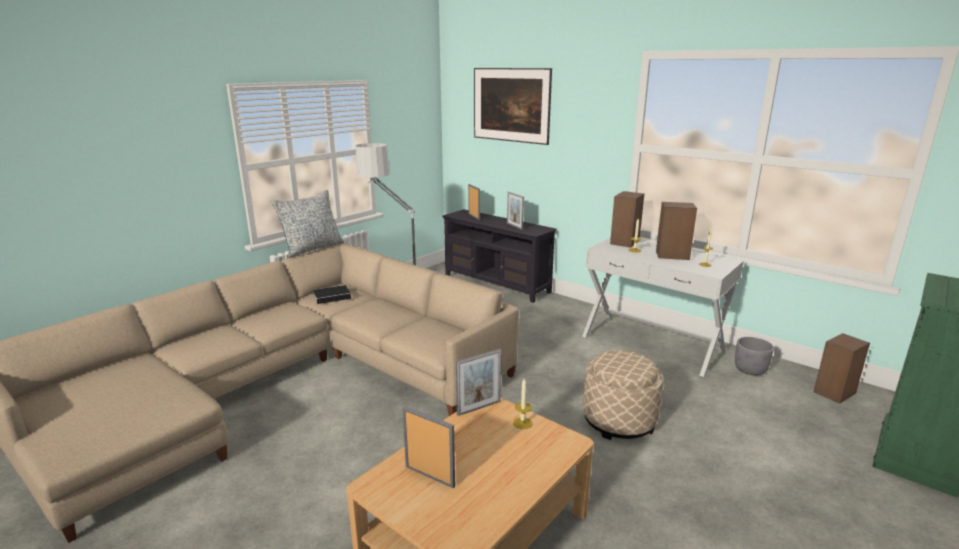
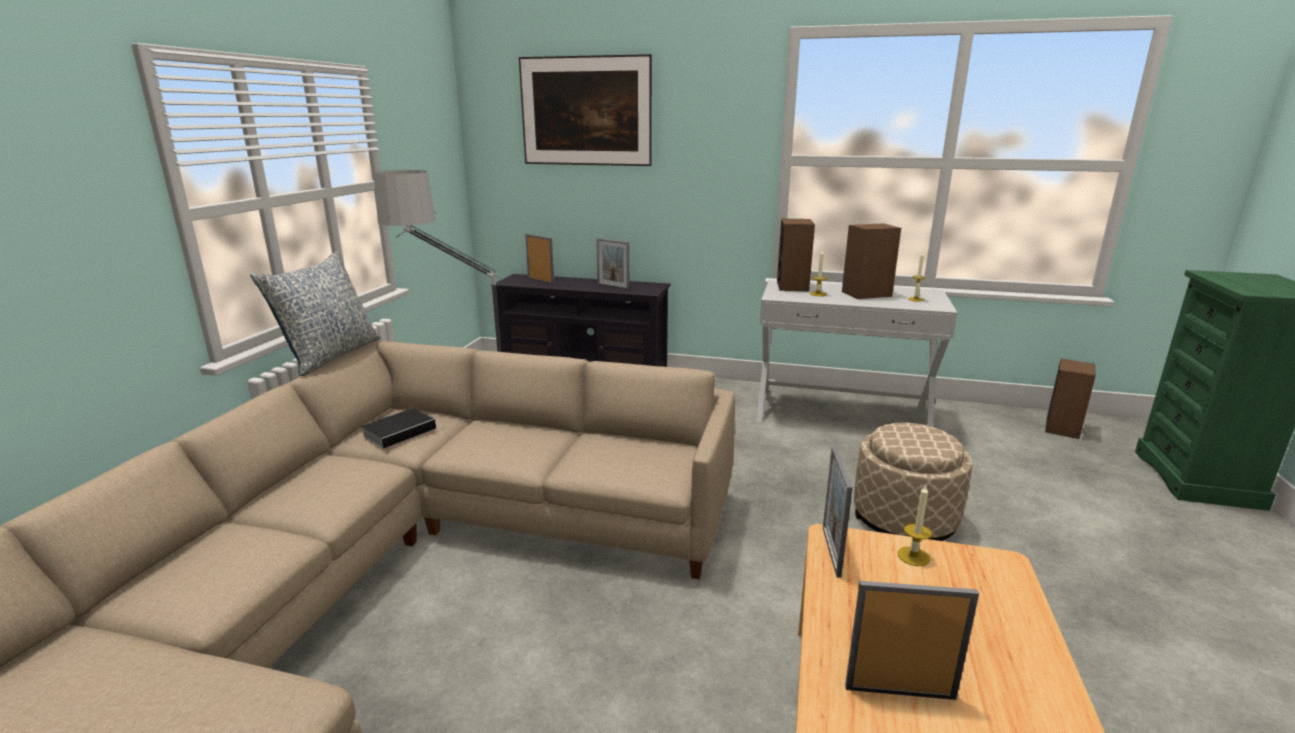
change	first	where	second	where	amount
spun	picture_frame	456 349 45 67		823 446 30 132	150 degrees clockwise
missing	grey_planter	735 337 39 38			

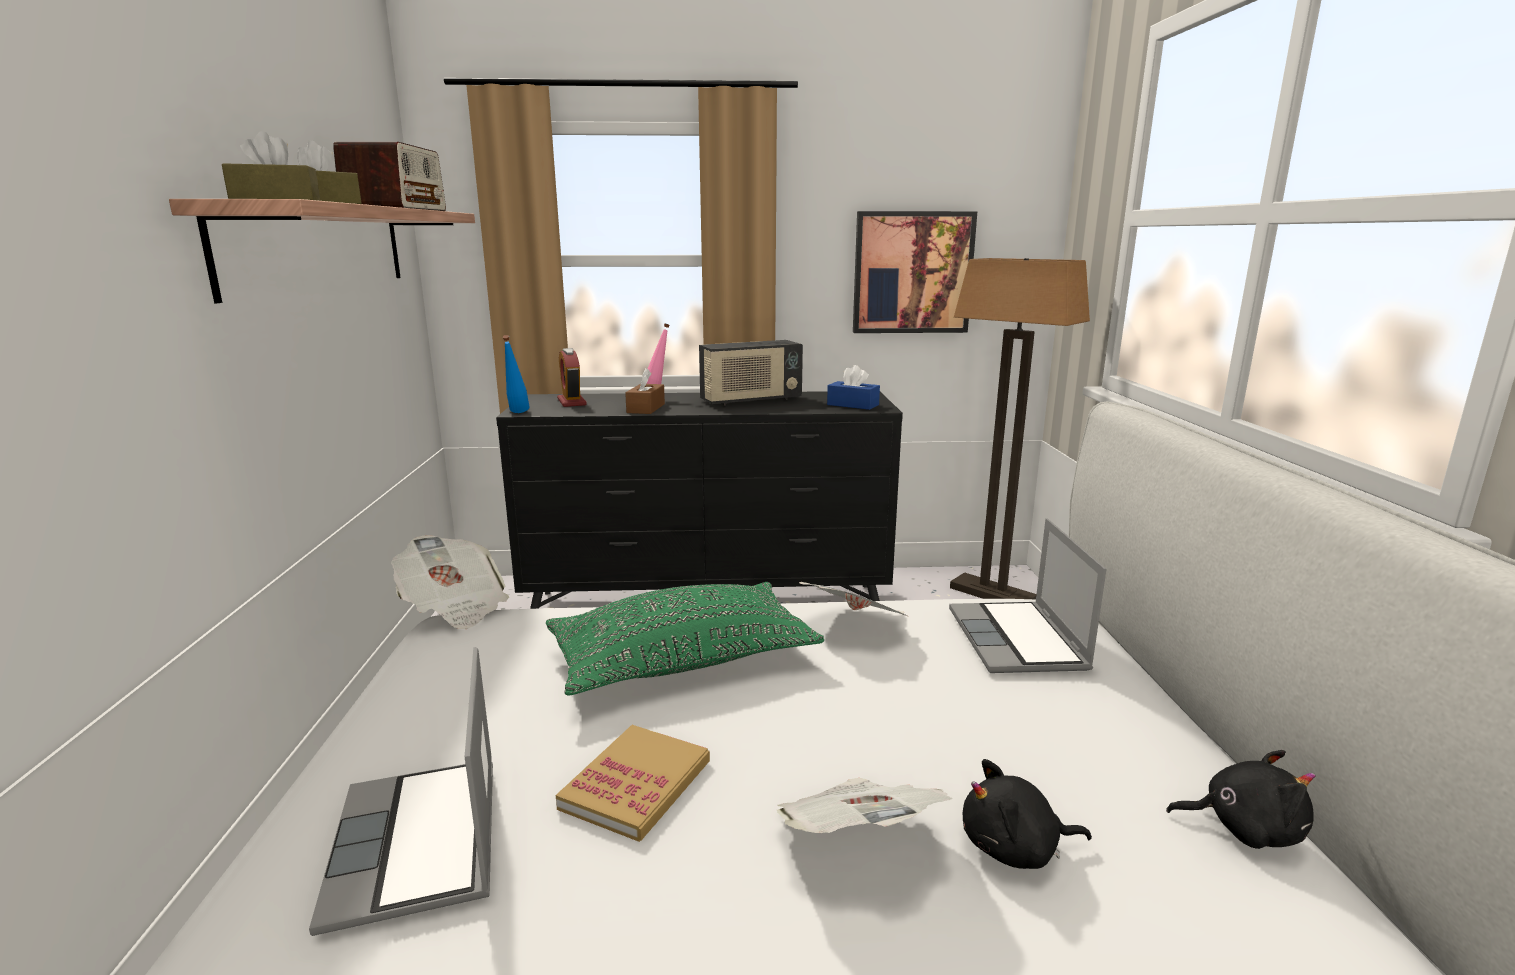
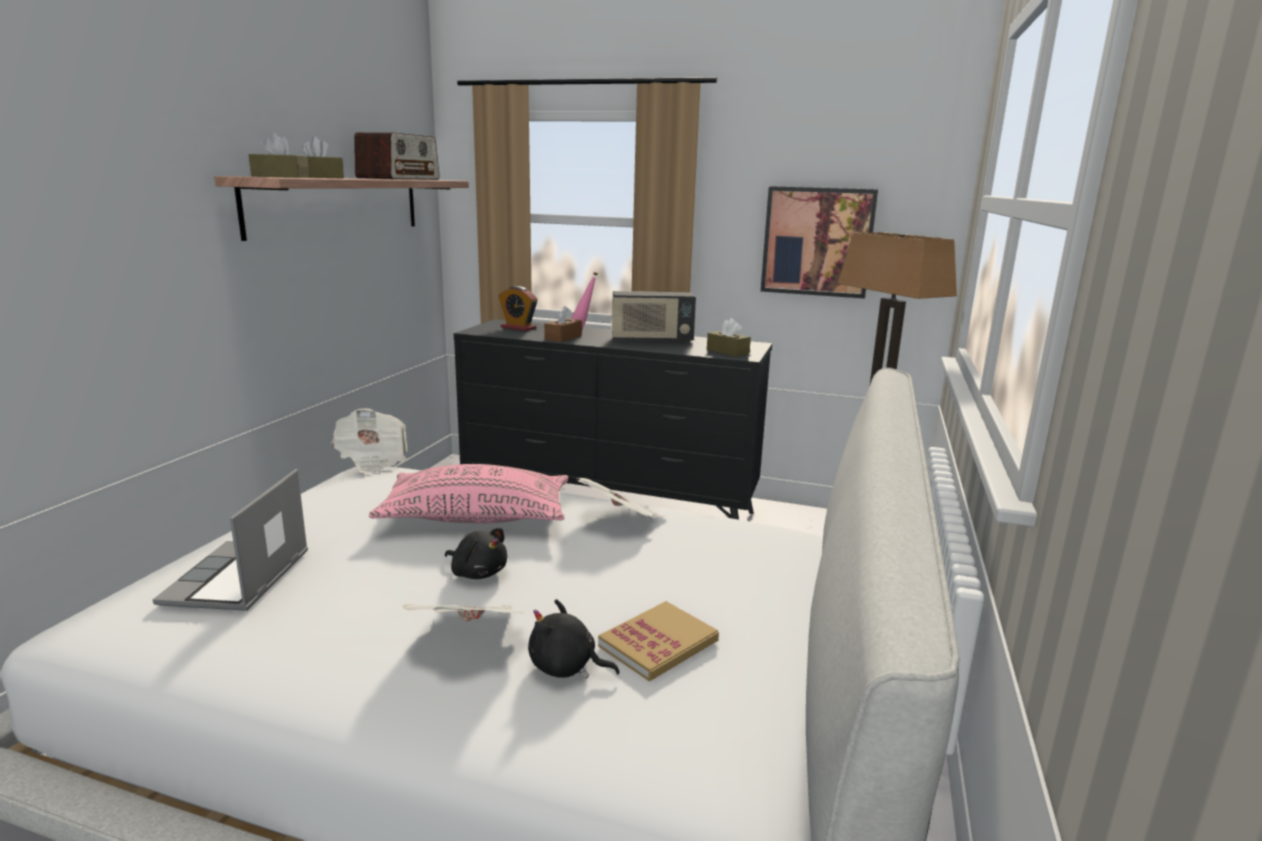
change	first	where	second	where	amount
missing	blue_bottle	503 335 26 78			
colour	green_pillow	546 582 278 114	pink_pillow	369 464 200 59	
relocated	book	556 725 154 117		598 601 121 81	
spun	alarm_clock	557 348 30 59		499 286 39 45	60 degrees counterclockwise
colour	blue_tissue_box	827 365 53 45	brown_tissue_box	707 318 44 39	
missing	laptop	949 518 158 155			
relocated	black_plush_toy	1166 750 149 99		445 528 62 51	

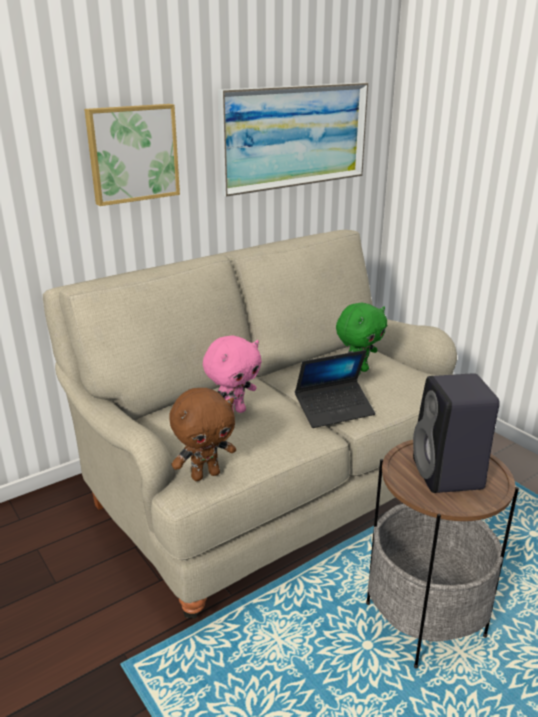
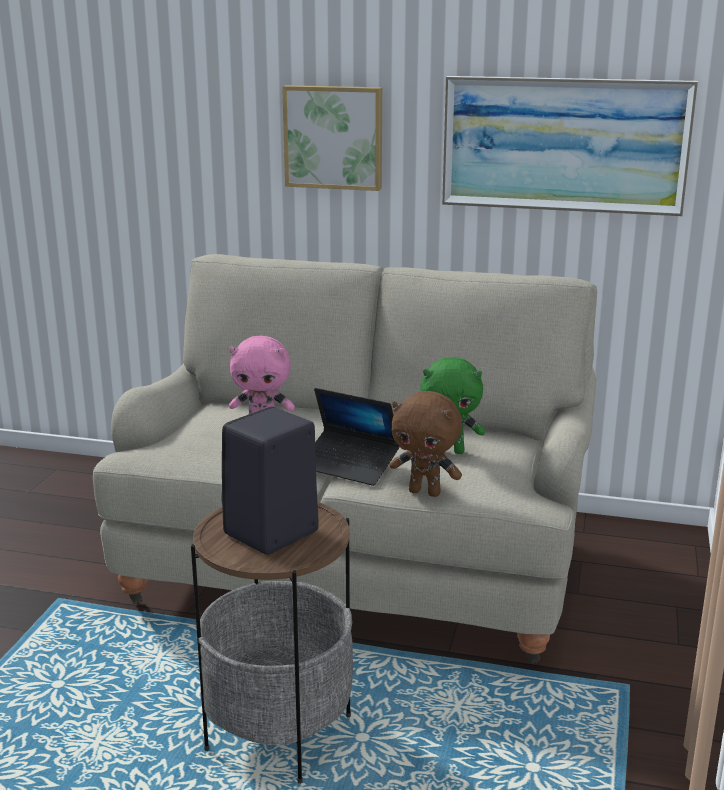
change	first	where	second	where	amount
relocated	brown_plush_toy	169 388 67 93		390 391 72 106	

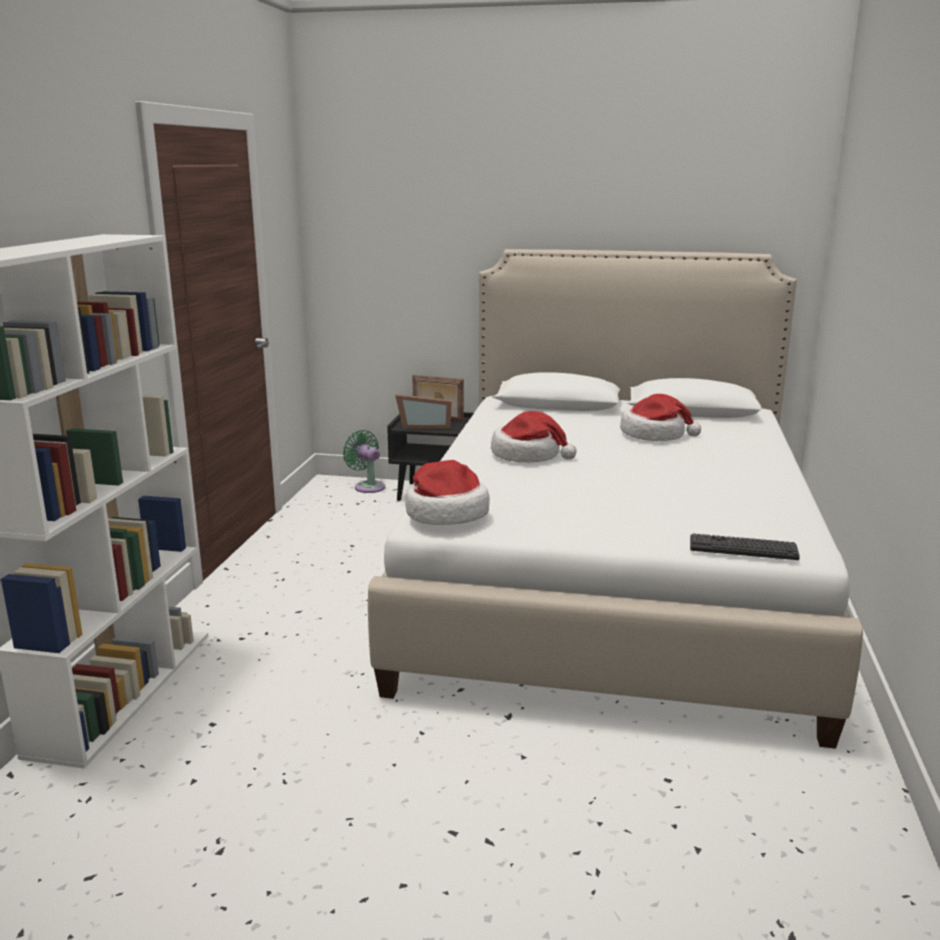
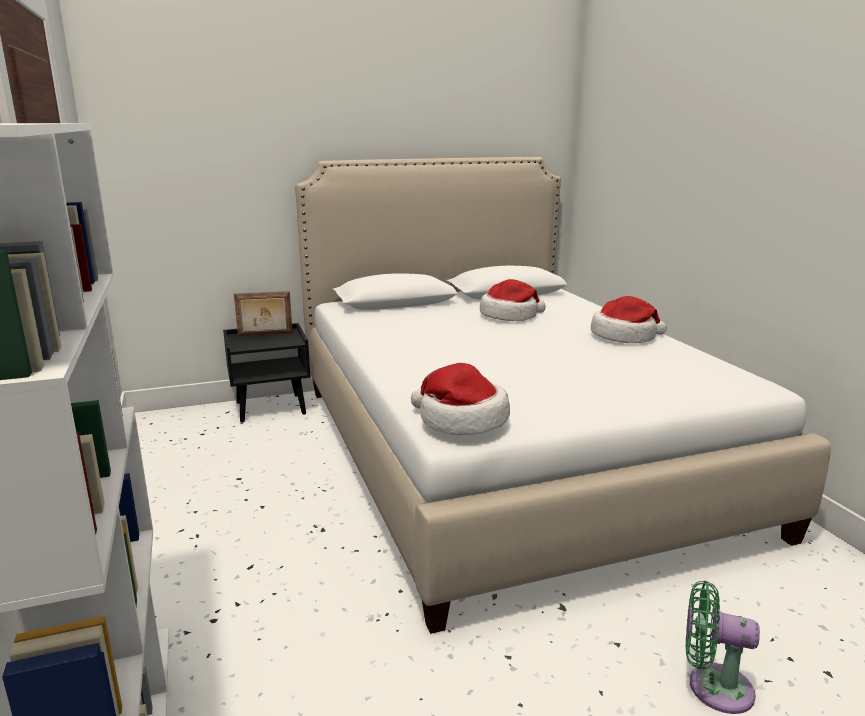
change	first	where	second	where	amount
relocated	green_fan	343 430 42 63		686 581 74 133	
missing	picture_frame	395 394 57 35			
relocated	hat	491 411 86 52		591 296 76 47	
missing	keyboard	690 533 110 27			

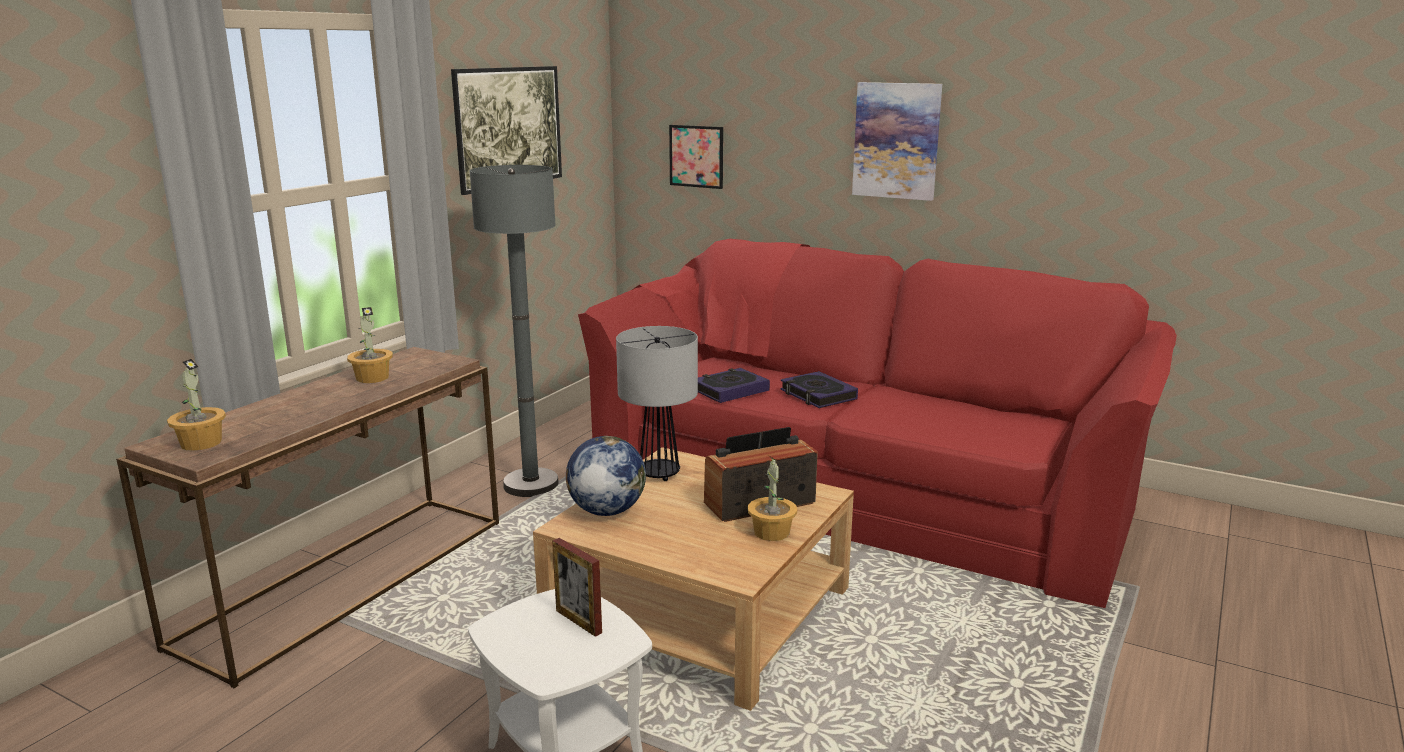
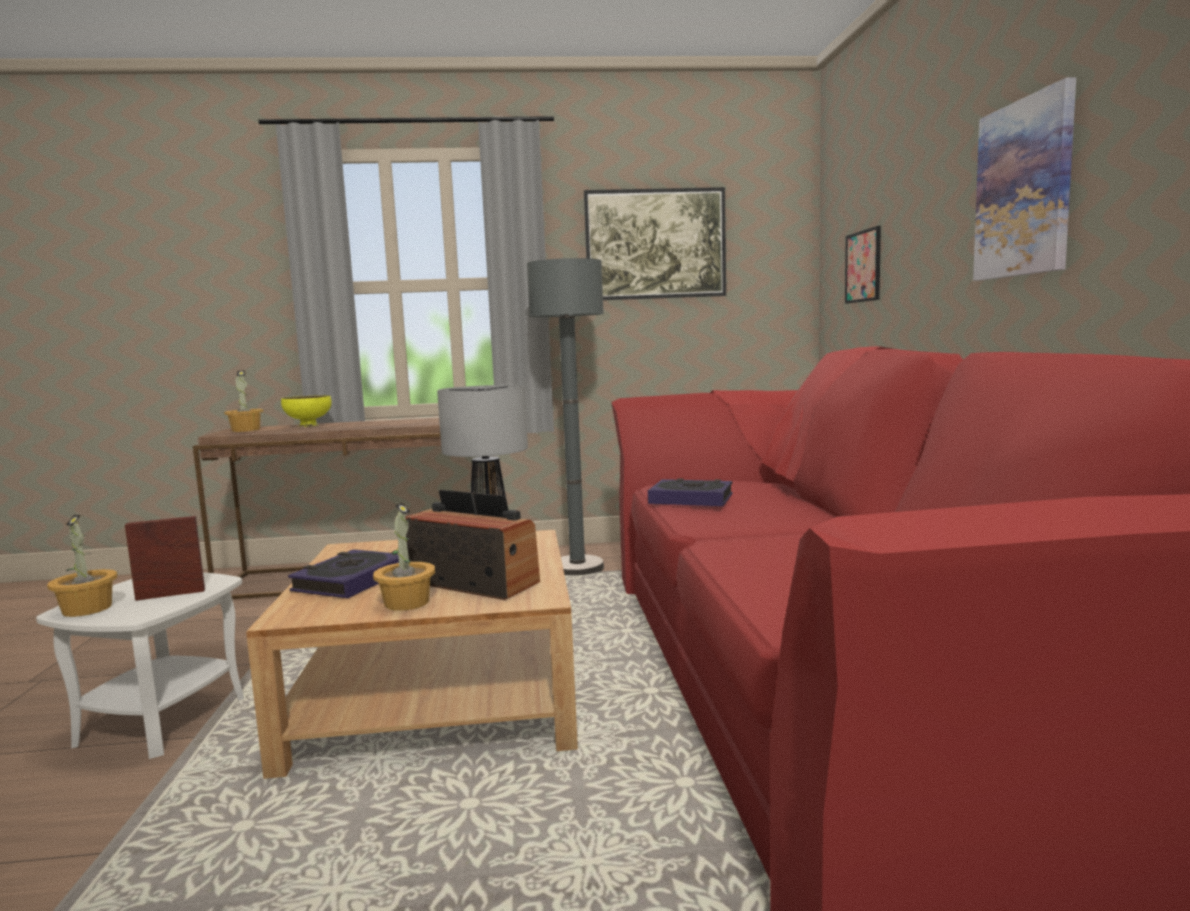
change	first	where	second	where	amount
relocated	potted_plant	347 307 46 76		47 515 70 102	
spun	picture_frame	552 538 50 99		125 516 80 85	60 degrees clockwise
missing	globe	566 436 80 80			
relocated	book	780 371 78 37		288 549 111 50	
appeared			yellow_bowl	281 395 51 32	

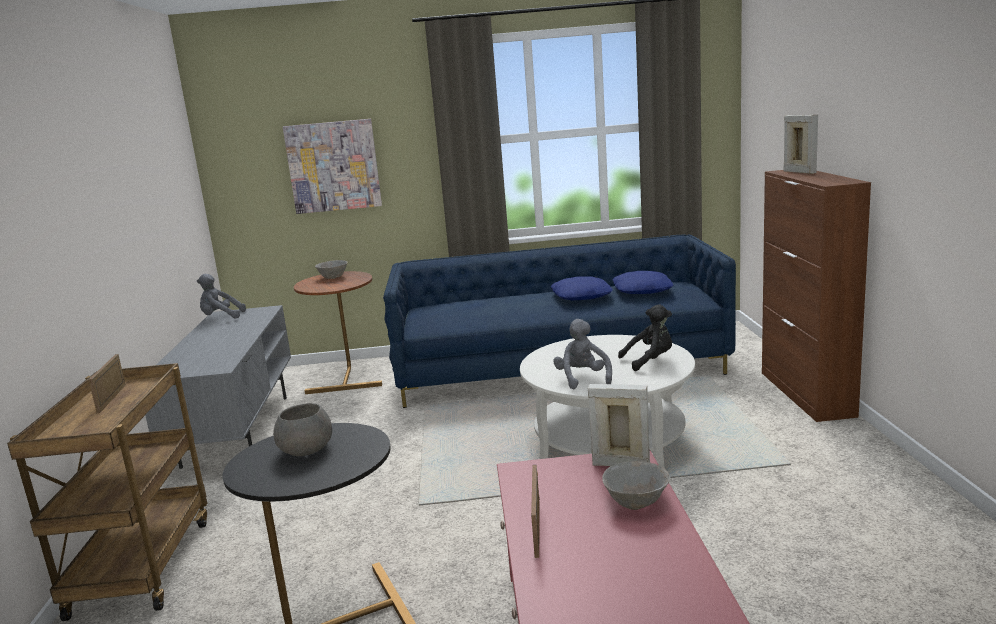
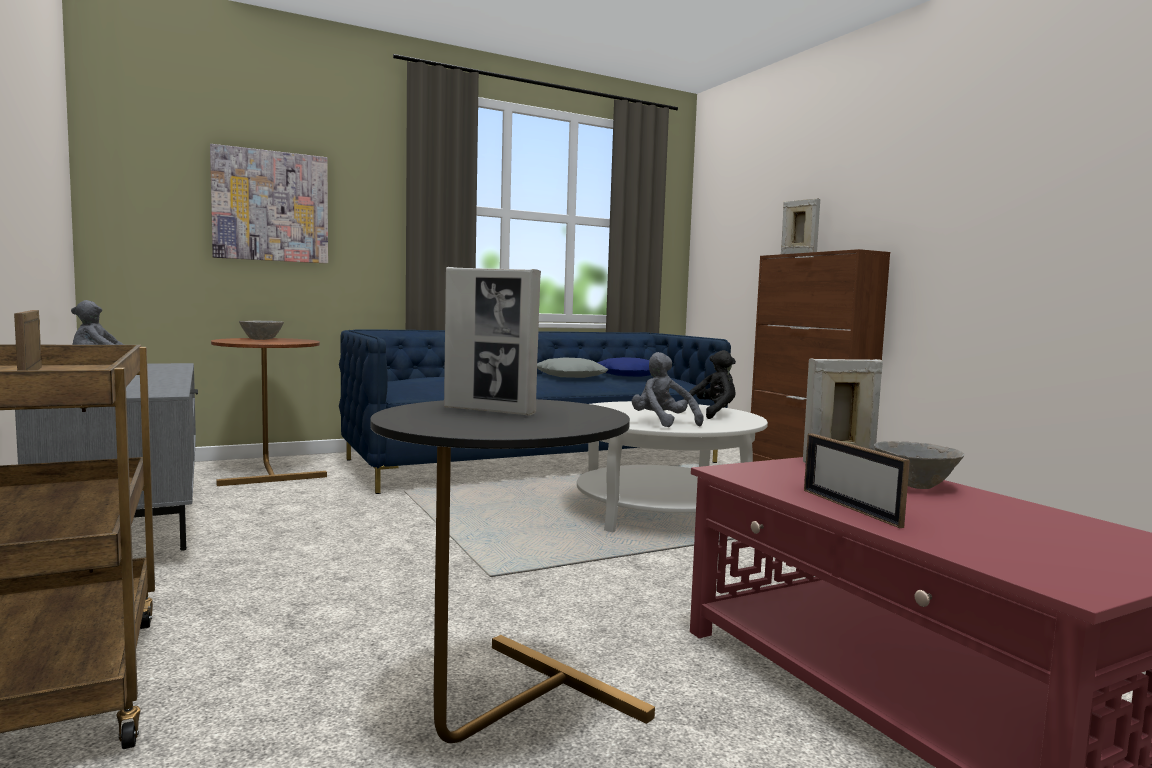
change	first	where	second	where	amount
exchanged	grey_bowl	273 403 59 53	picture_frame	444 267 97 149	
colour	blue_pillow	551 277 62 23	grey_pillow	537 357 71 21	

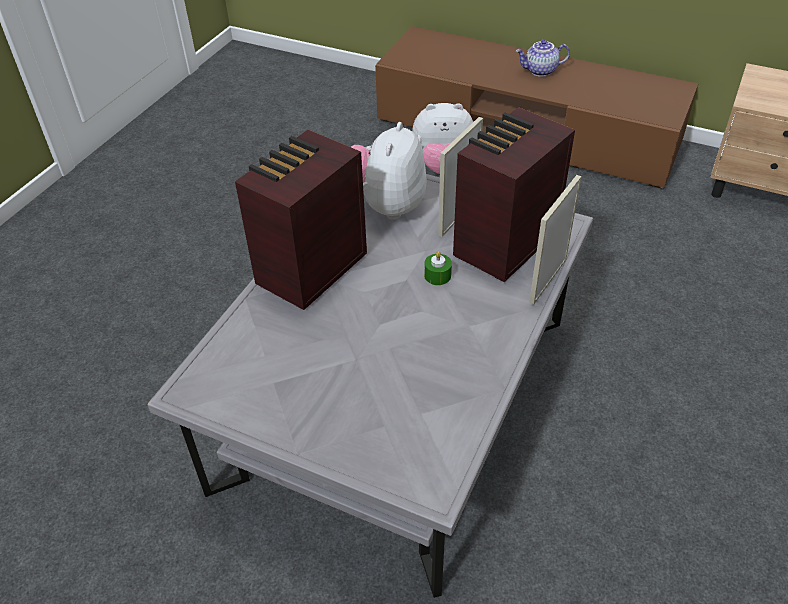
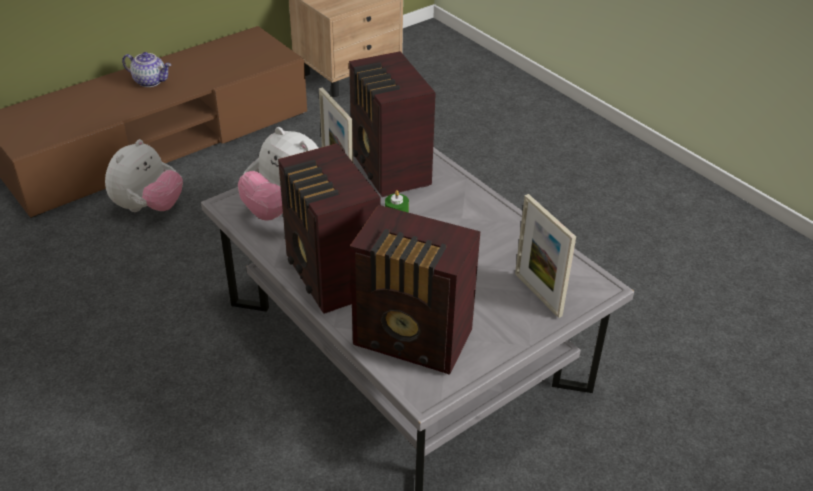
change	first	where	second	where	amount
spun	teapot	516 40 54 37		122 52 49 35	90 degrees counterclockwise
relocated	picture_frame	529 175 52 130		515 194 61 124	
appeared			radio	350 205 131 169	

